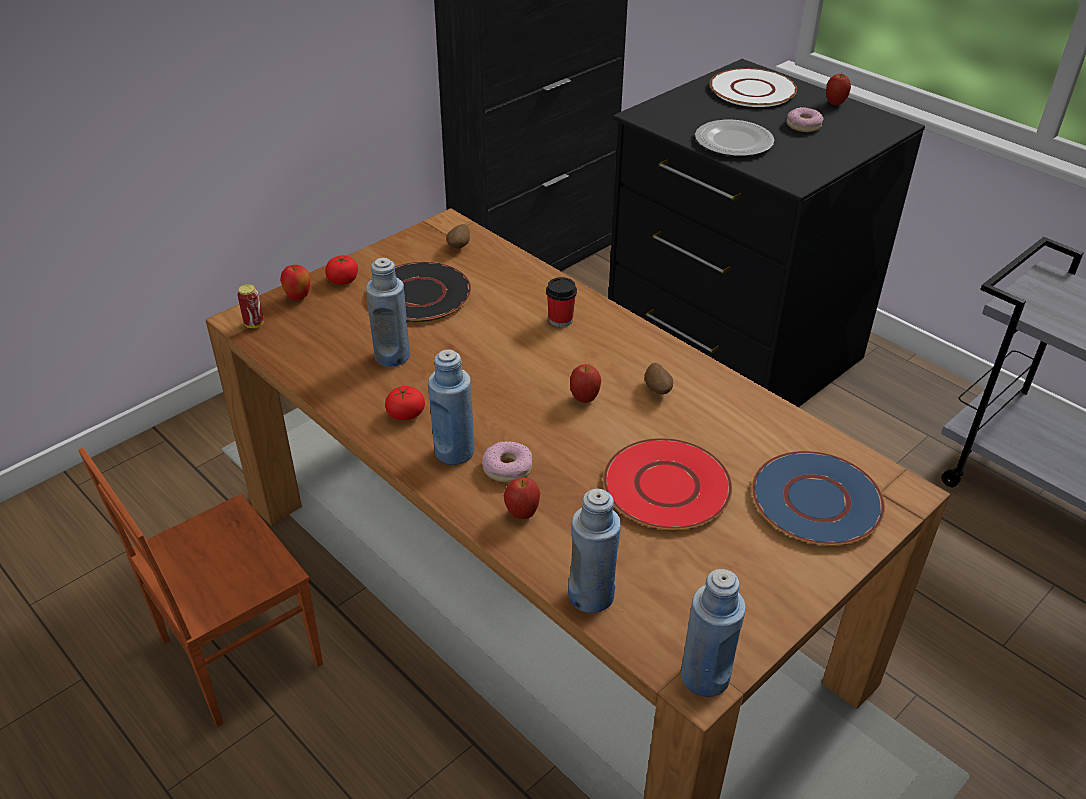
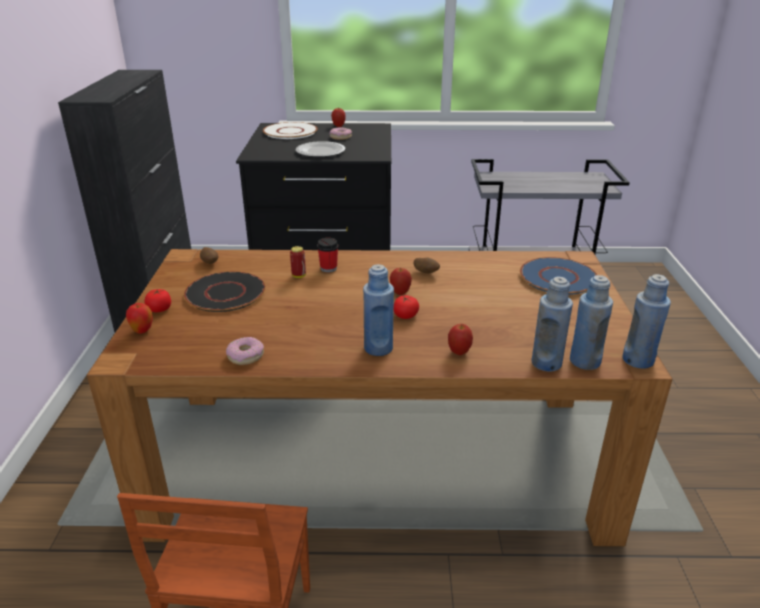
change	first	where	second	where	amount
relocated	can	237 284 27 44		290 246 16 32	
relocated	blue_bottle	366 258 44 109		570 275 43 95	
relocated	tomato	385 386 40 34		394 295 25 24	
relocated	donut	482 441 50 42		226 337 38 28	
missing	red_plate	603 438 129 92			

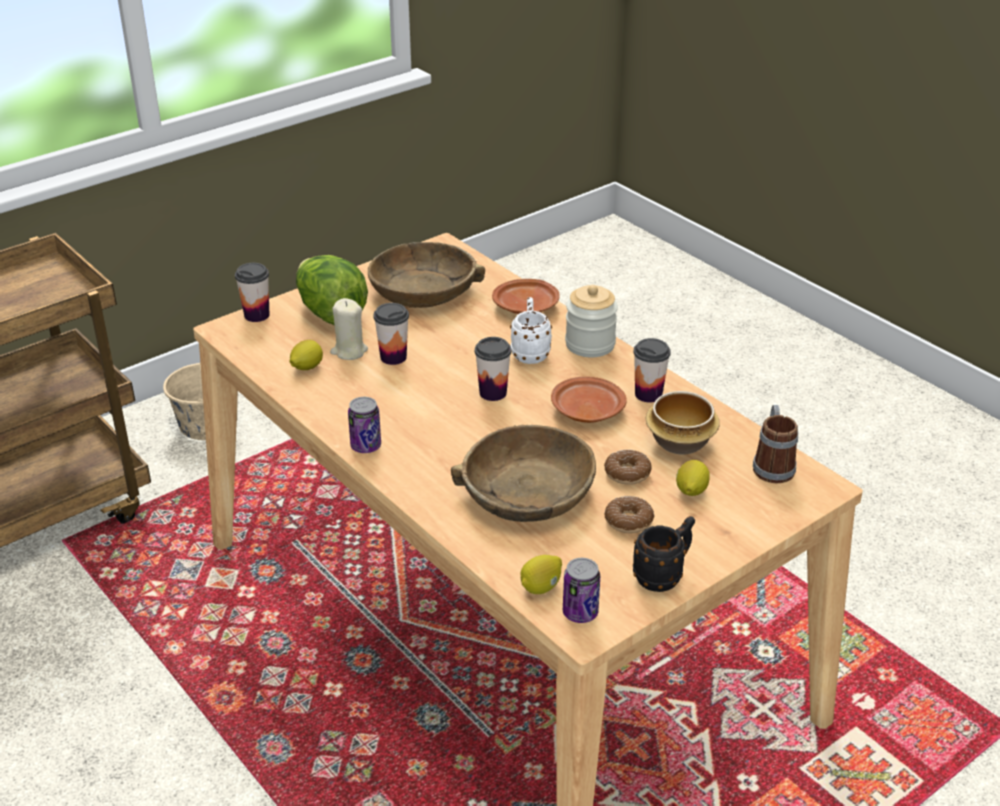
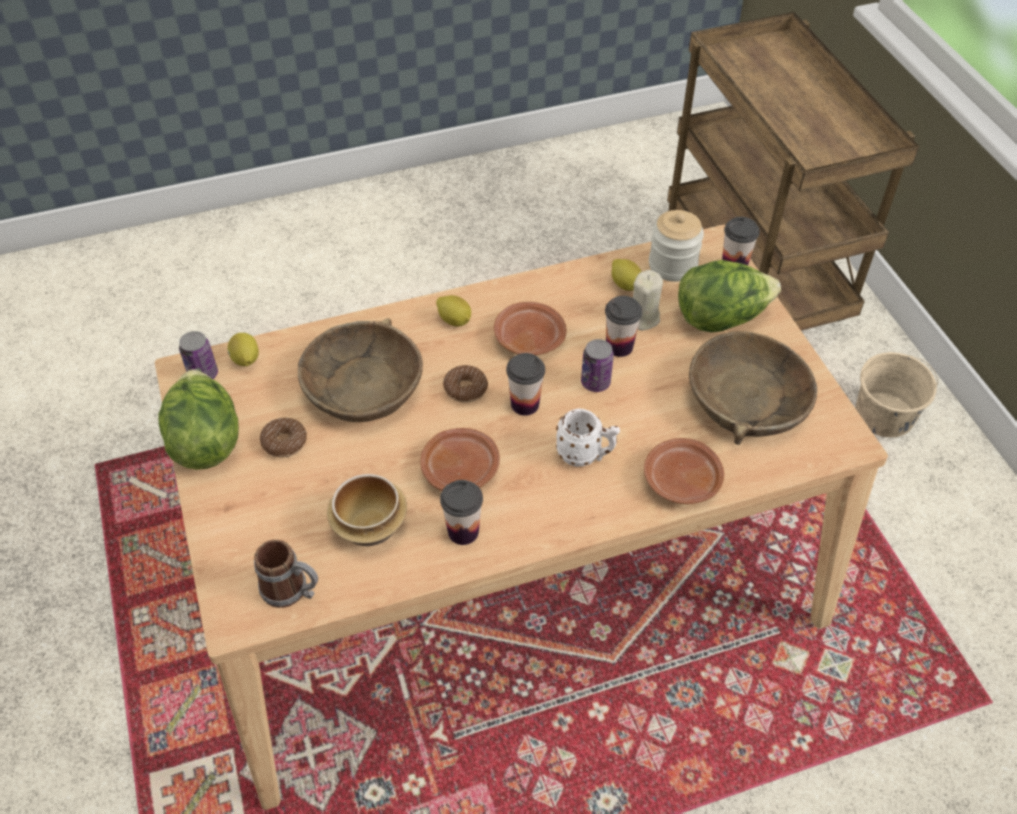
change	first	where	second	where	amount
relocated	can	348 397 33 56		581 339 33 53	
relocated	jar	565 285 53 72		649 210 55 72	
relocated	donut	604 450 47 35		443 365 45 38	
exchanged	black_mug	633 516 62 76	lettuce	158 369 81 101	
relocated	lemon	676 460 34 36		436 295 35 32	
appeared			brown_plate	494 302 72 53	

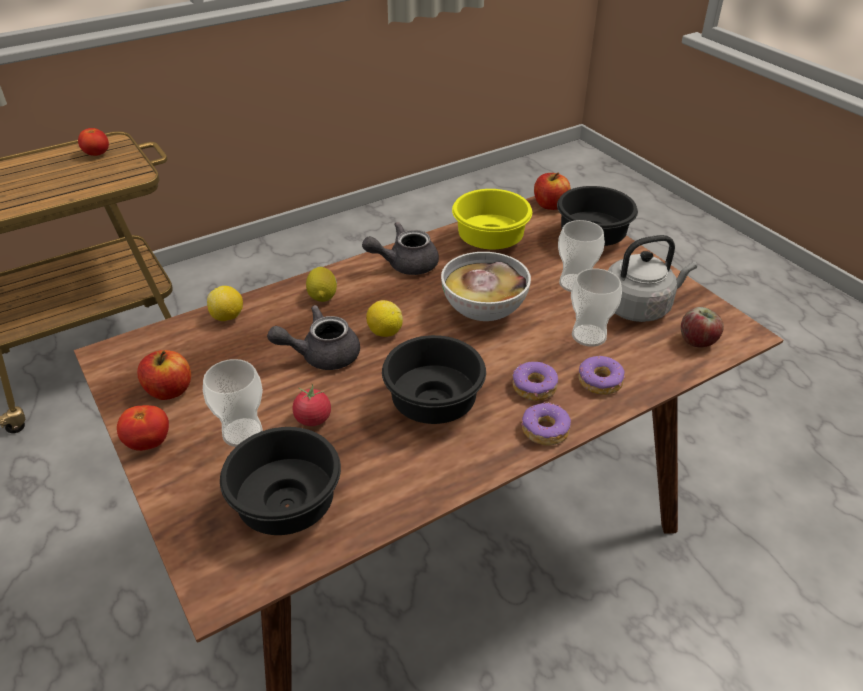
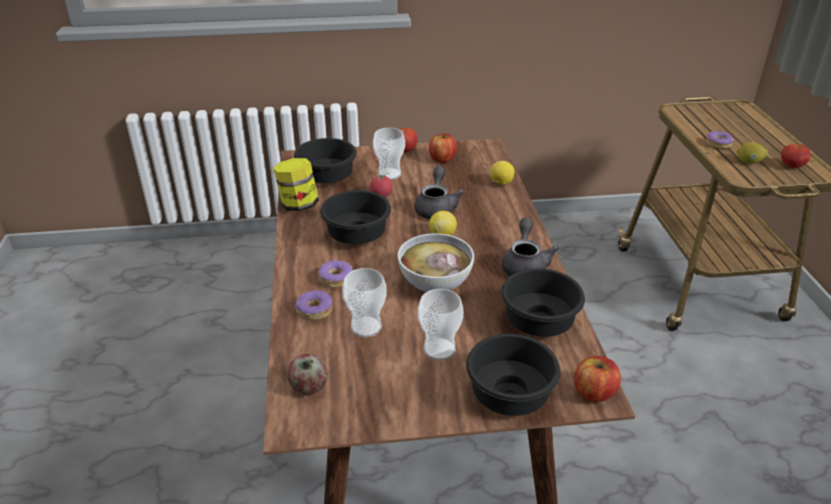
change	first	where	second	where	amount
relocated	lemon	306 267 31 35		737 143 31 21	
colour	yellow_bowl	452 189 80 60	black_bowl	501 268 84 69	
relocated	donut	521 402 50 44		706 131 28 18	
missing	grey_kettle	608 235 89 87			
appeared			jar	273 158 46 53	

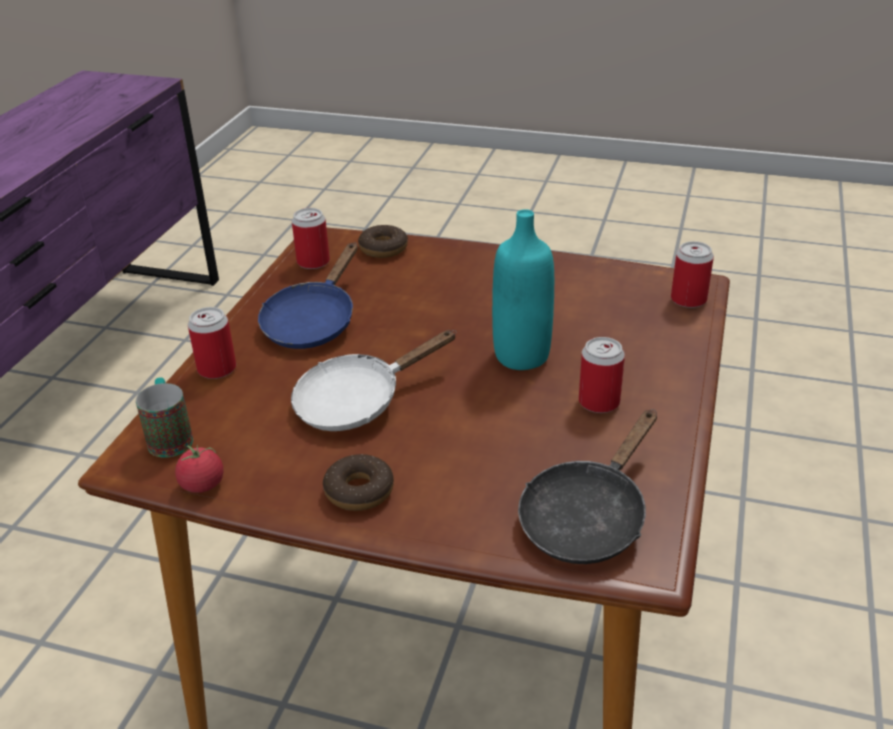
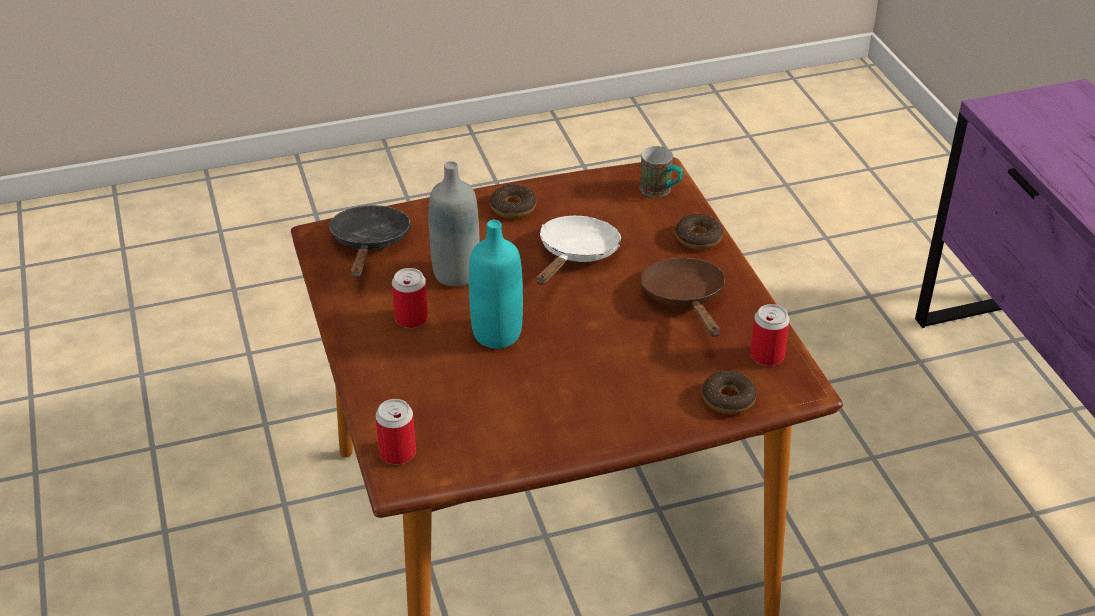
change	first	where	second	where	amount
missing	tomato	175 445 48 48			
exchanged	can	188 307 48 72	donut	675 213 48 37	
colour	blue_frying_pan	258 243 100 106	brown_frying_pan	640 258 85 79	
appeared			grey_bottle	429 161 51 126	

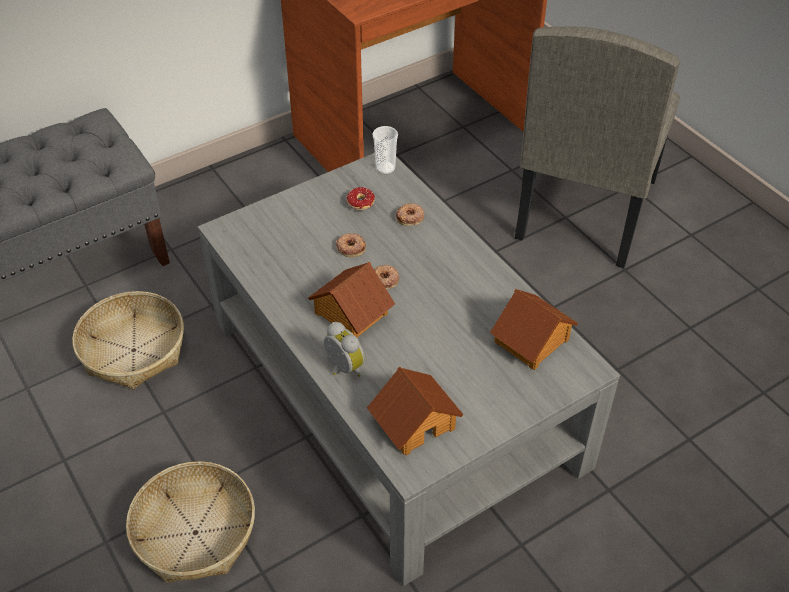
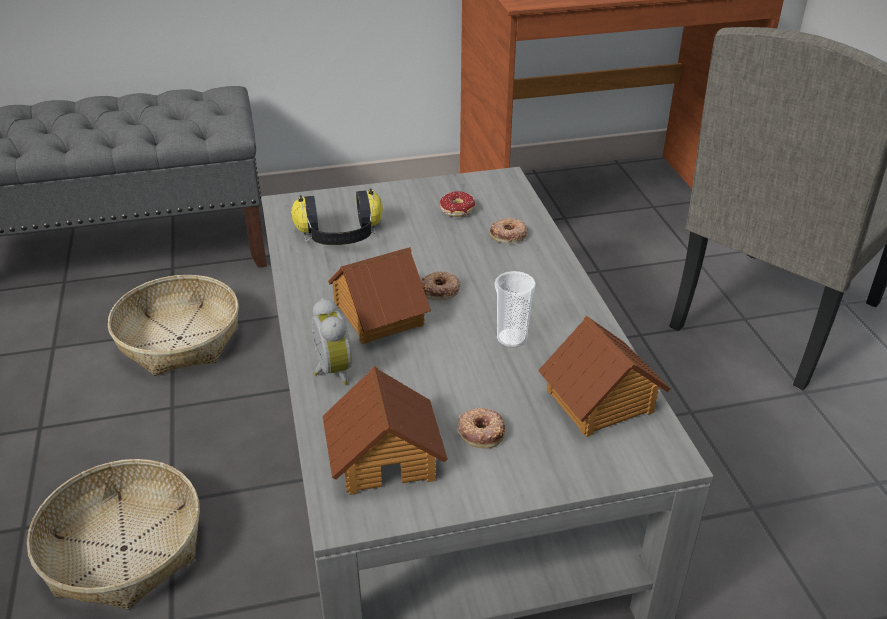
change	first	where	second	where	amount
relocated	donut	336 233 30 24		458 408 47 40	
relocated	cup	373 126 25 48		495 271 41 77	
appeared			headphones	291 188 92 57	

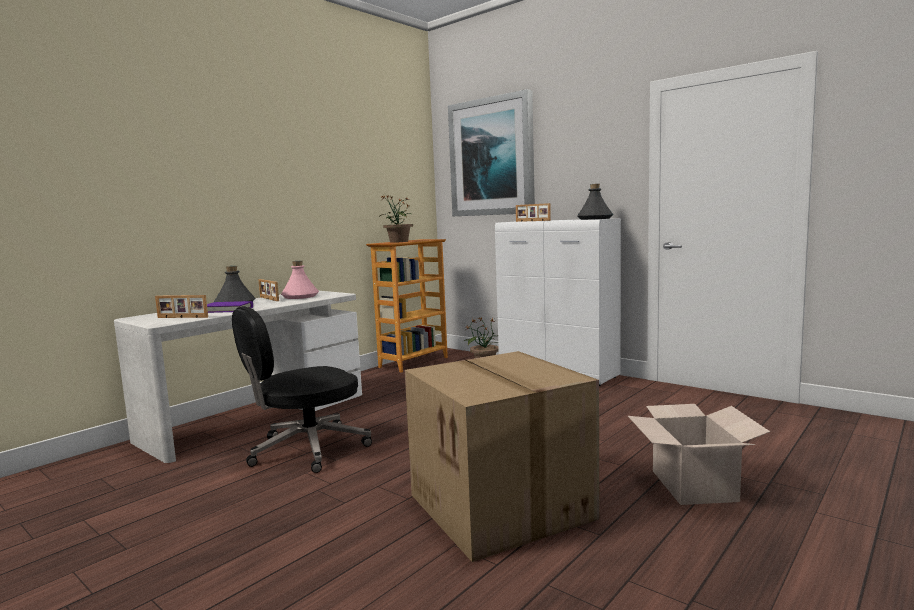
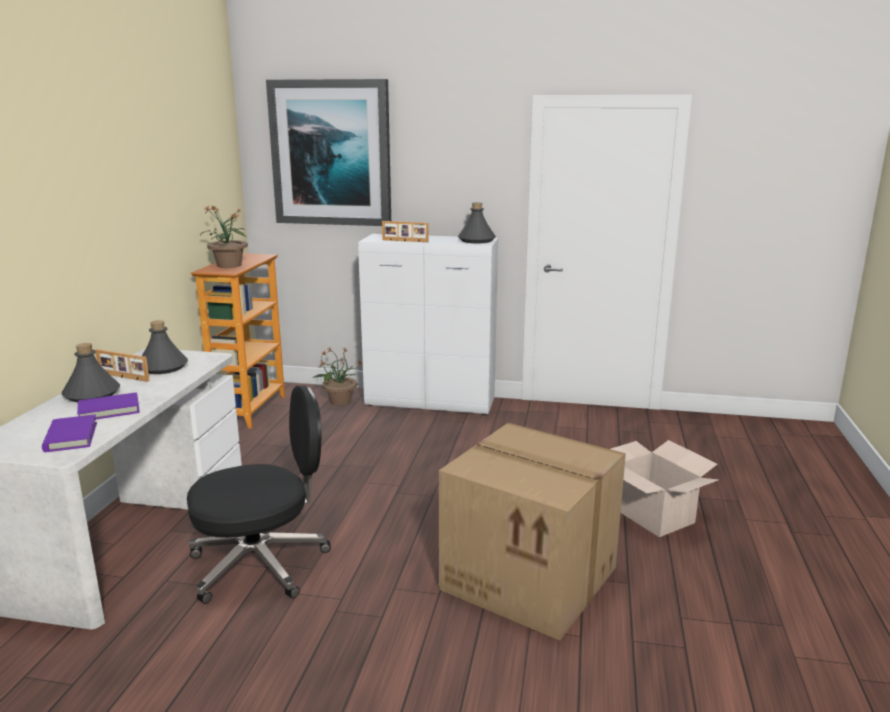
change	first	where	second	where	amount
exchanged	picture_frame	155 295 53 23	purple_book	42 415 55 37	
spun	black_office_chair	232 306 140 167		187 386 144 218	135 degrees counterclockwise
colour	pink_bottle	281 261 38 38	grey_bottle	142 320 46 54	

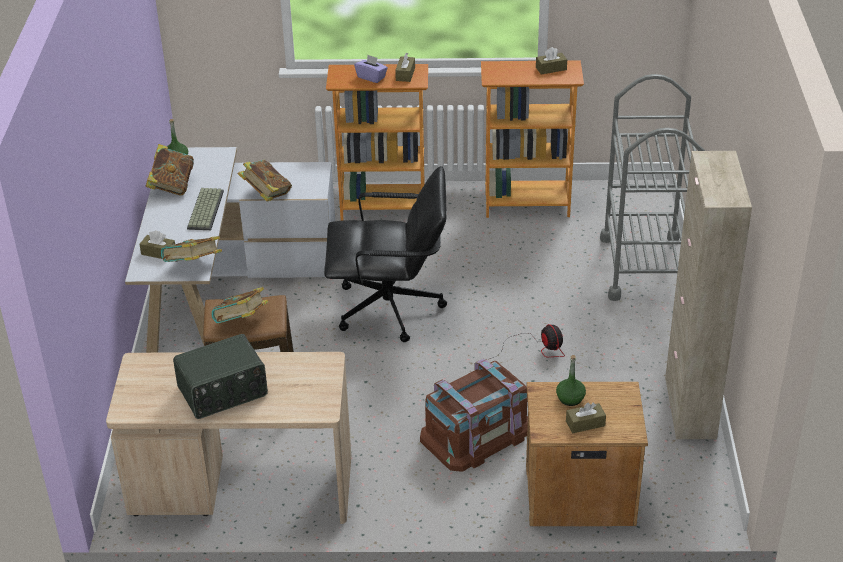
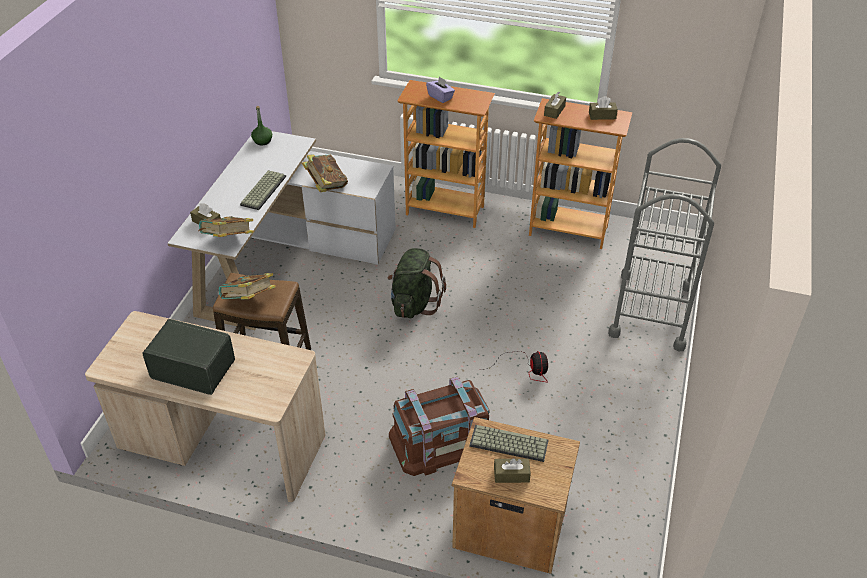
change	first	where	second	where	amount
missing	book	145 144 49 52			
spun	radio	173 334 95 85		142 319 93 76	150 degrees counterclockwise
exchanged	black_office_chair	324 166 123 176	green_backpack	387 248 59 70	
relocated	brown_tissue_box	395 53 20 29		544 91 22 28	
exchanged	green_bottle	556 355 30 51	keyboard	469 425 79 37	
missing	beige_cabinet	665 151 87 288			

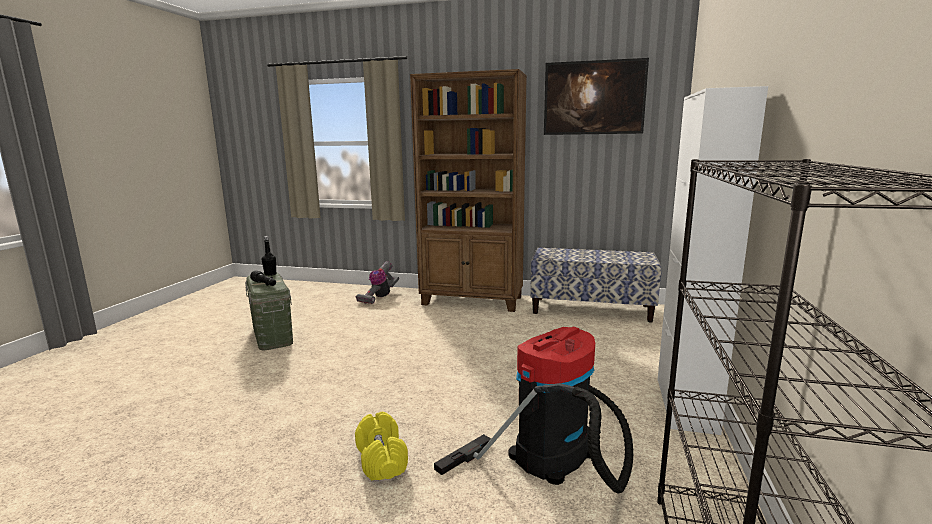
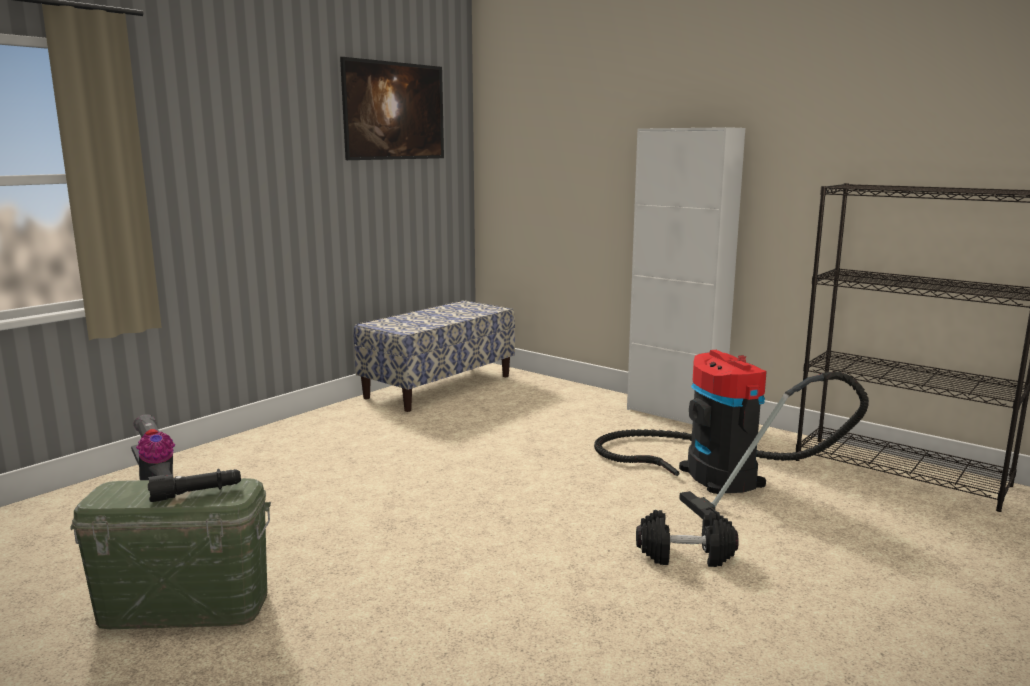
change	first	where	second	where	amount
missing	black_bottle	262 236 14 40			
colour	yellow_dumbbell	355 412 53 68	black_dumbbell	636 510 103 57	
missing	brown_bookcase	410 69 117 243			

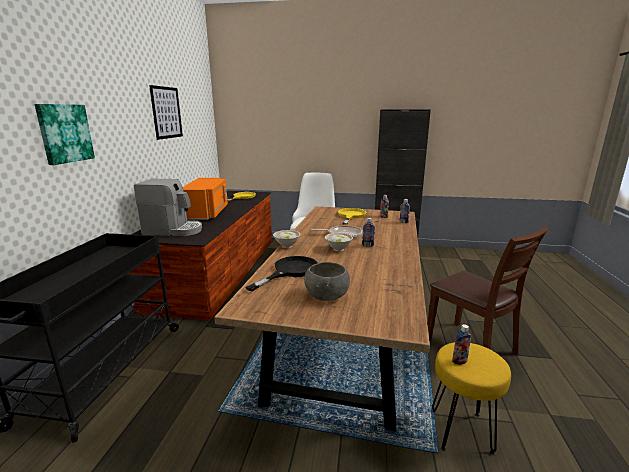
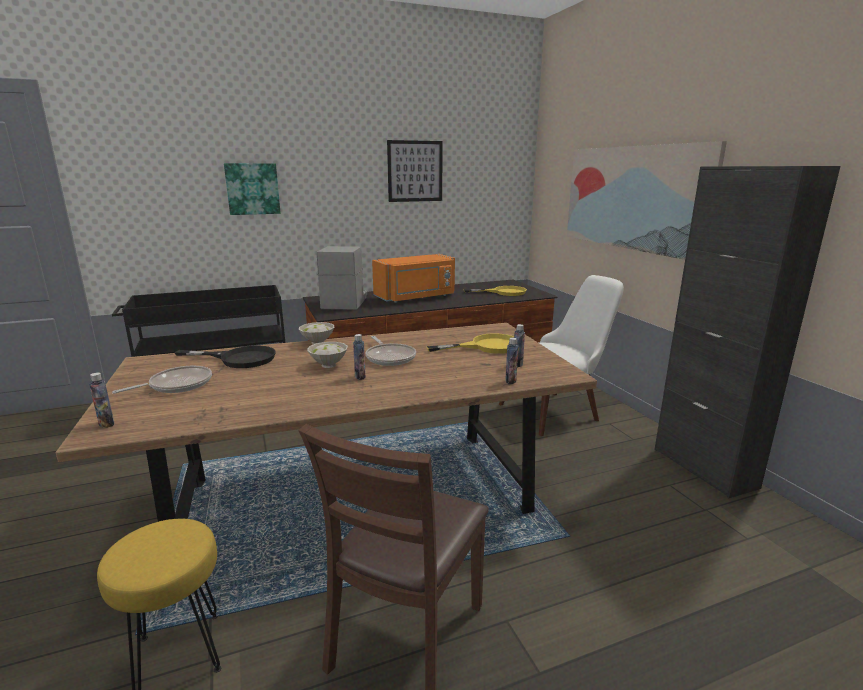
change	first	where	second	where	amount
spun	coffee_machine	134 179 68 57		317 246 50 64	150 degrees counterclockwise
exchanged	grey_bowl	304 262 46 39	frying_pan	112 366 100 28	
relocated	bottle	452 324 19 41		89 373 25 55	
appeared			picture	567 141 160 119	

